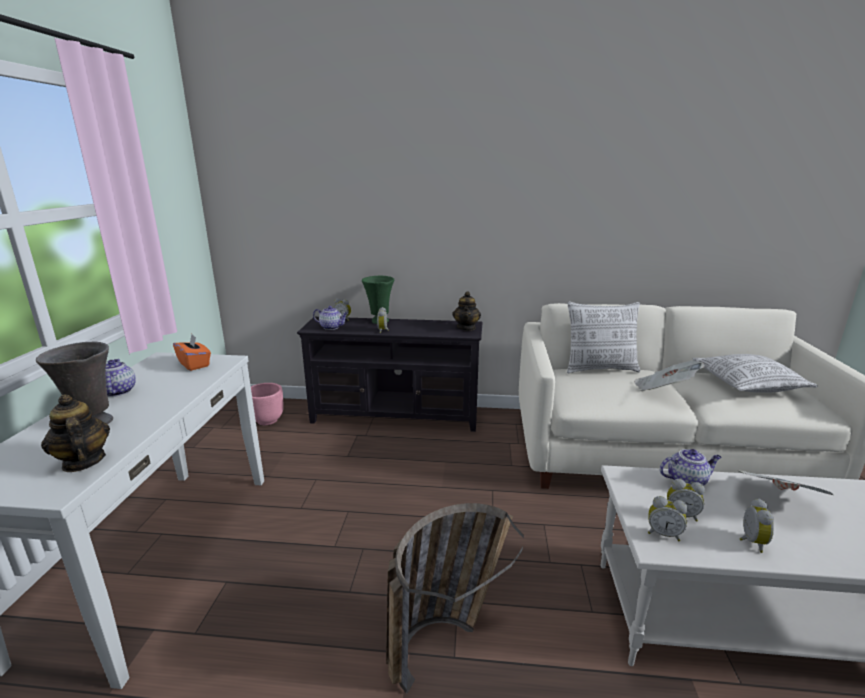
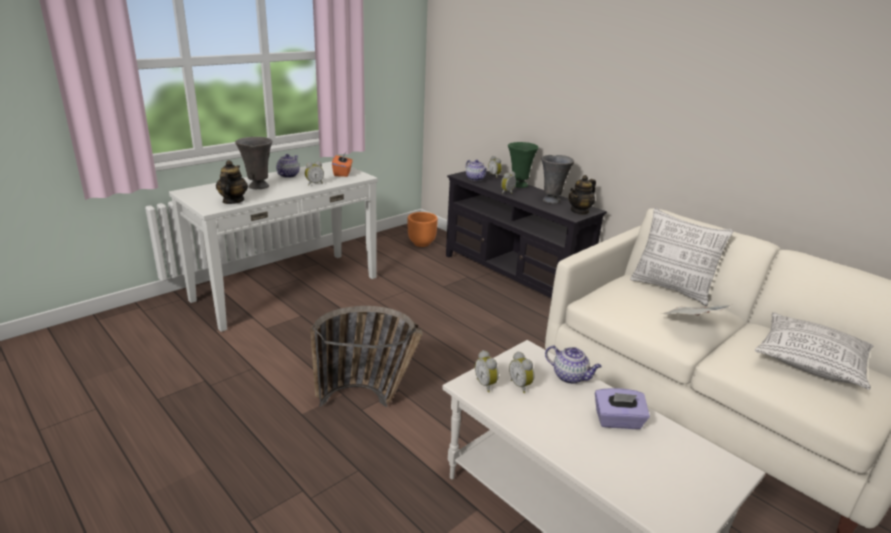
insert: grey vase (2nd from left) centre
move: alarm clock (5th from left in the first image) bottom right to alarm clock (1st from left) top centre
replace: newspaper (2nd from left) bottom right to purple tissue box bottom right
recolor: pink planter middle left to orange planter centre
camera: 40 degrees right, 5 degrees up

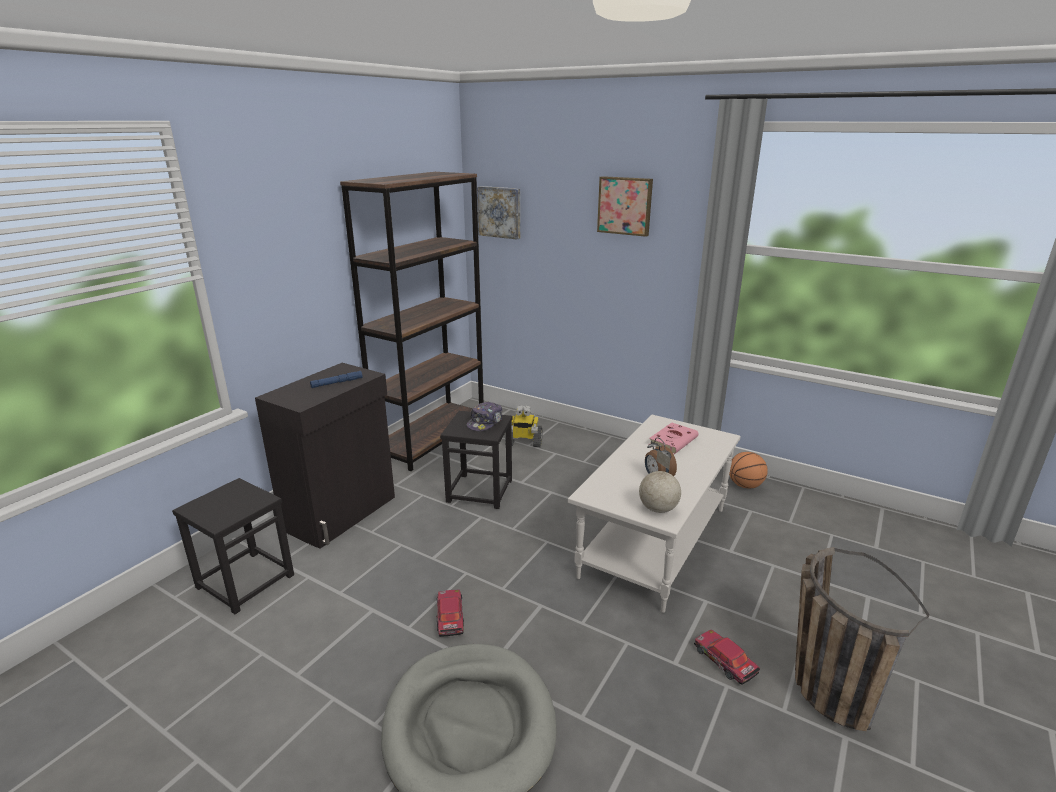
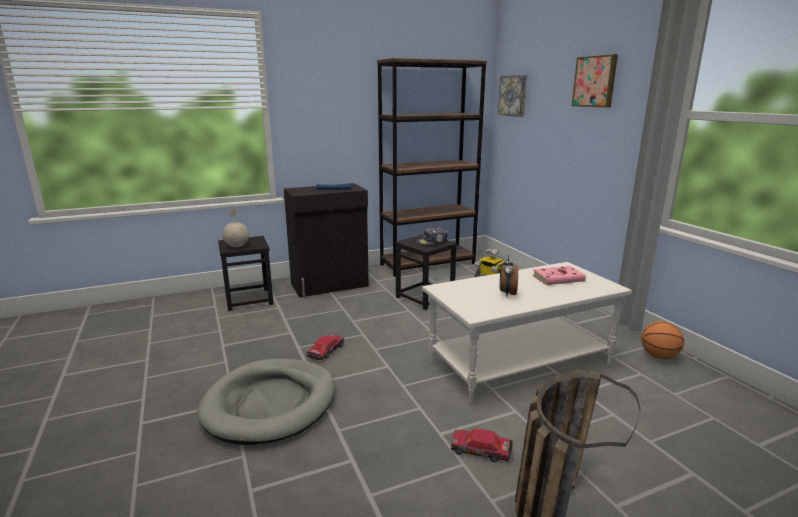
move: globe centre to middle left
rotate: toy car (2nd from left) bottom right = bottom centre 75 degrees counterclockwise
camera: 35 degrees right, 5 degrees down

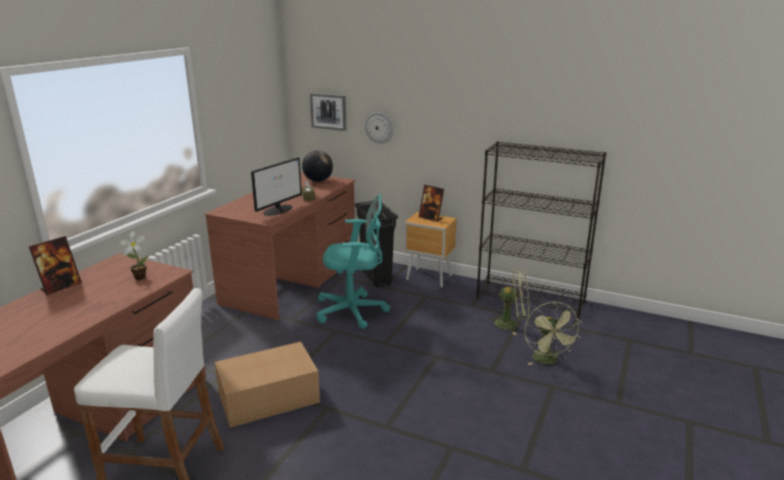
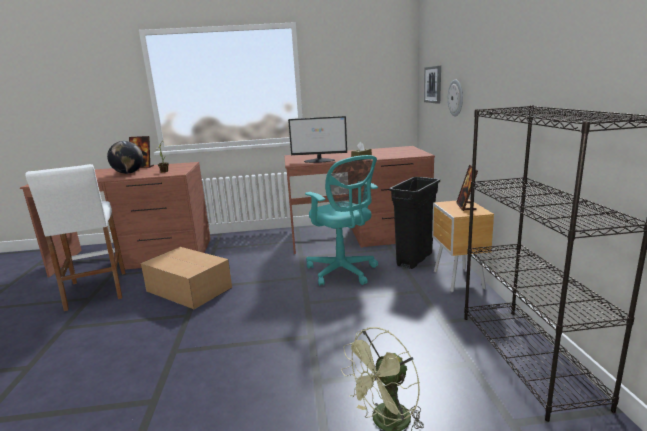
delete: green fan (1st from left) centre
move: globe centre to middle left
camera: 60 degrees right, 5 degrees down

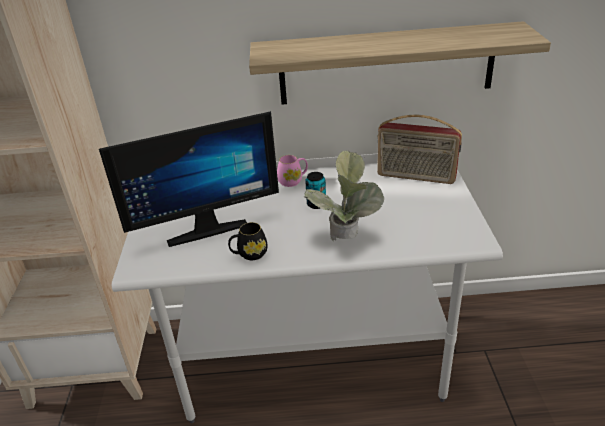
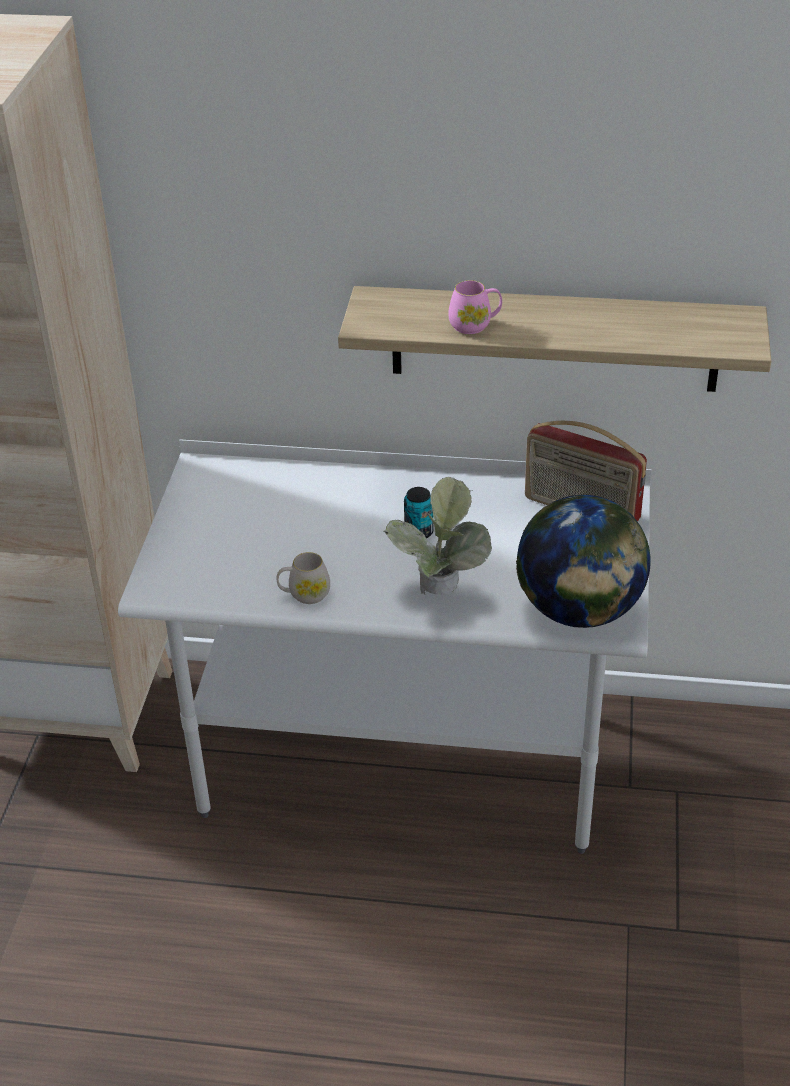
delete: monitor middle left
insert: globe middle right
move: pink mug centre to top centre
recolor: black mug centre to white mug centre
camera: 10 degrees right, 5 degrees up

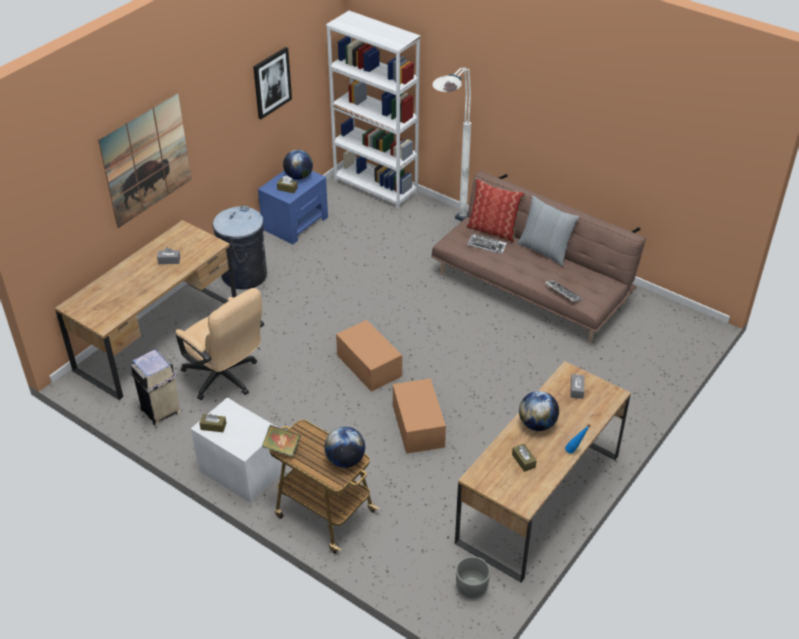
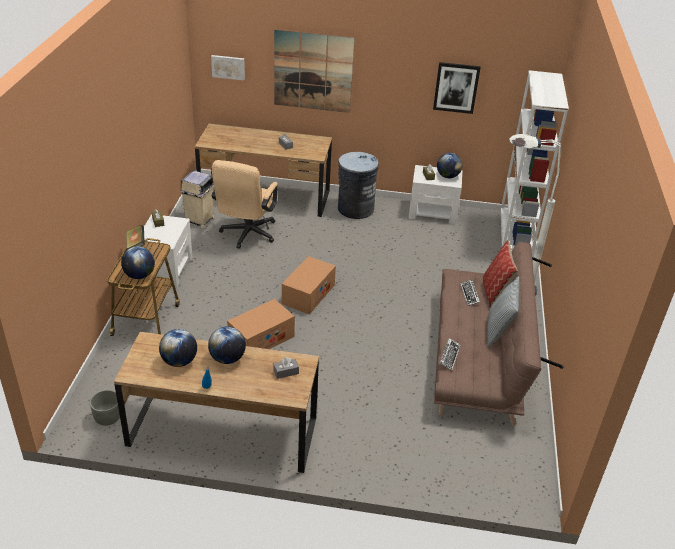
insert: picture (1st from left) top centre
replace: brown tissue box (3rd from left) bottom centre to globe (2nd from left) middle left
recolor: blue nightstand top centre to white nightstand (2nd from left) centre
camera: 60 degrees right, 5 degrees down

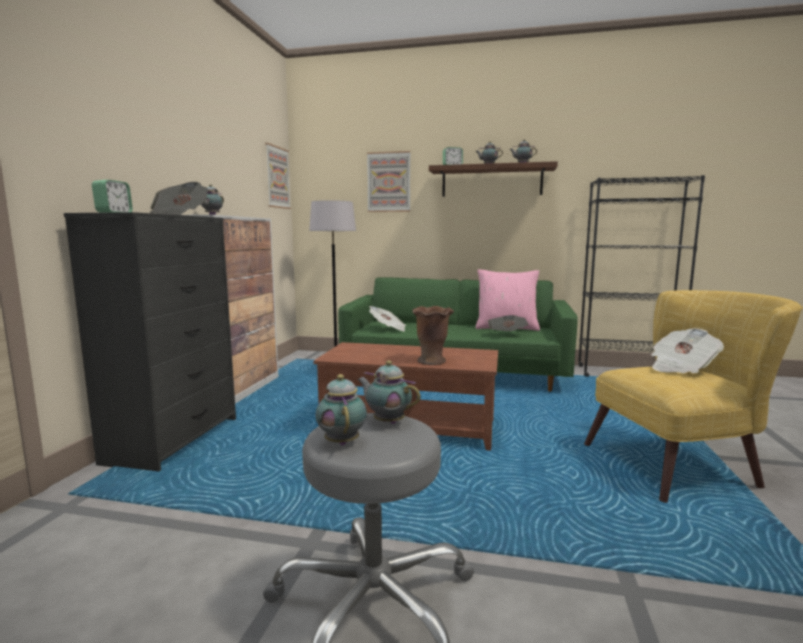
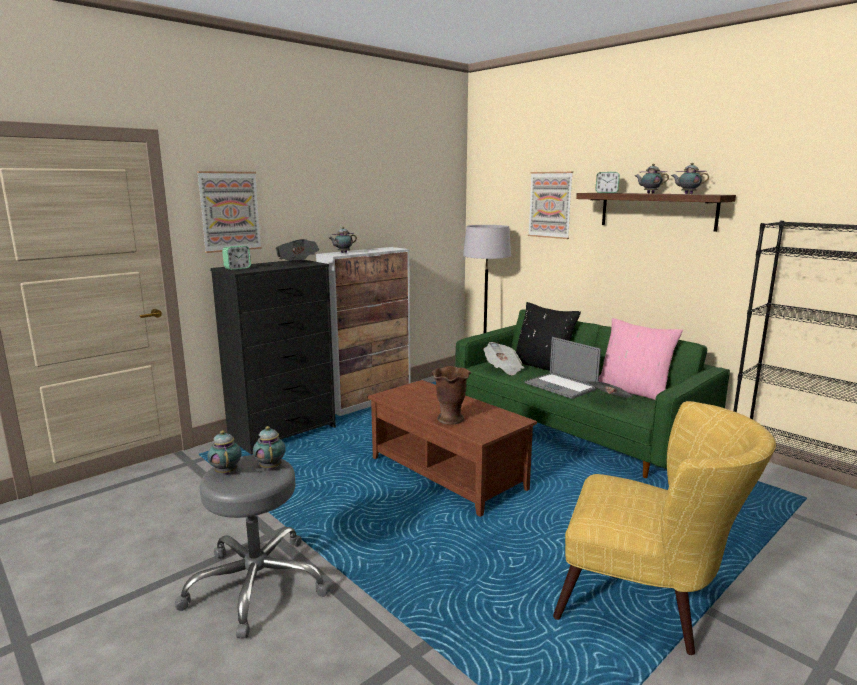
delete: newspaper (4th from left) middle right
insert: black pillow centre; laptop centre
move: picture (1st from left) top centre to top left
rotate: teapot (2nd from left in the first image) centre = middle left 45 degrees counterclockwise
camera: 35 degrees right, 5 degrees up

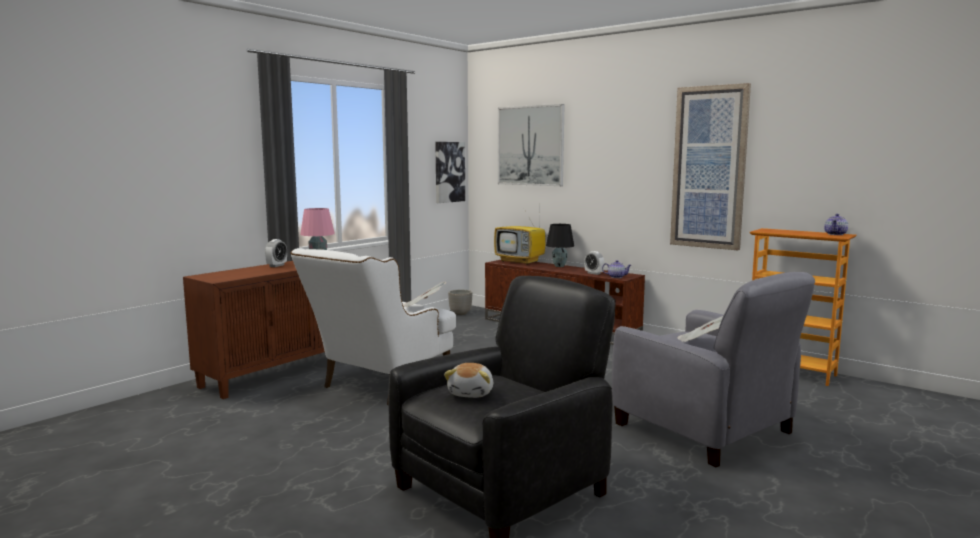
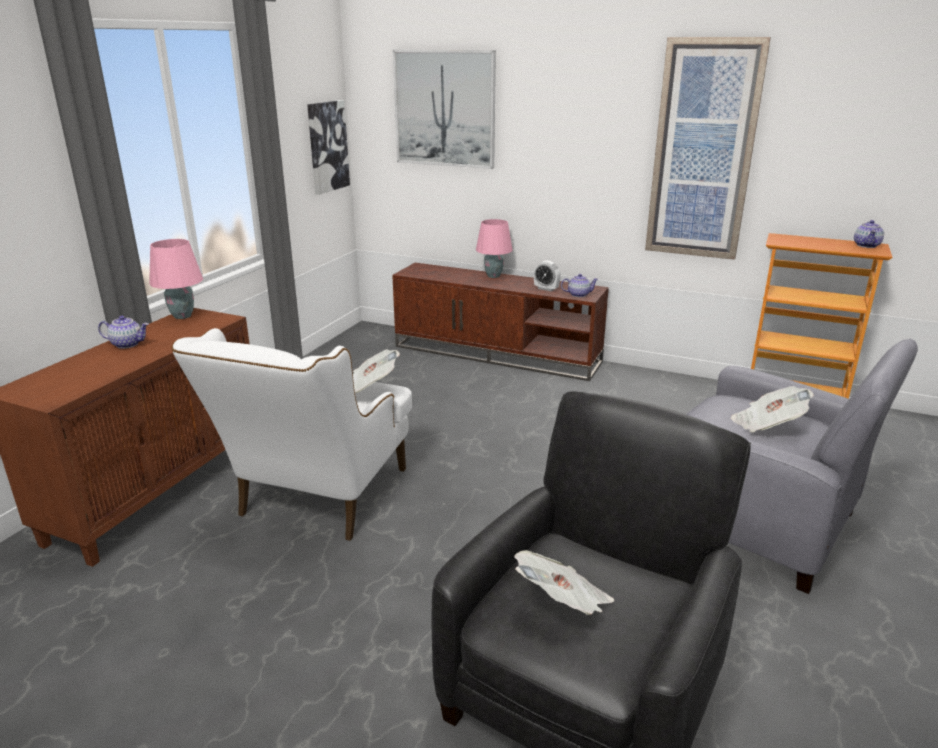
delete: planter centre; television centre
replace: alarm clock (1st from left) middle left to teapot (1st from left) middle left; plush toy bottom centre to newspaper (2nd from left) bottom centre
recolor: black table lamp centre to pink table lamp (2nd from left) top centre
camera: 15 degrees left, 15 degrees up

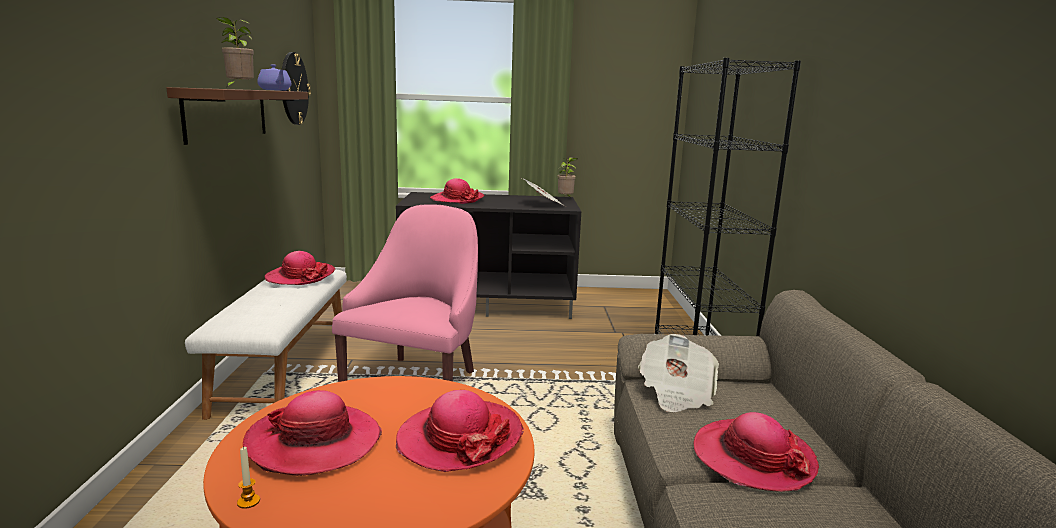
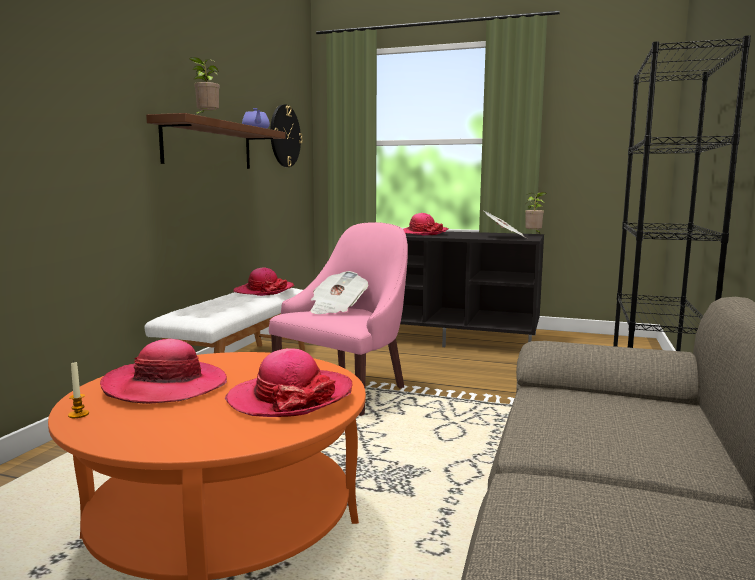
delete: hat (5th from left) bottom right
move: newspaper (2nd from left in the first image) bottom centre to newspaper (1st from left) centre
camera: 20 degrees right, 5 degrees down

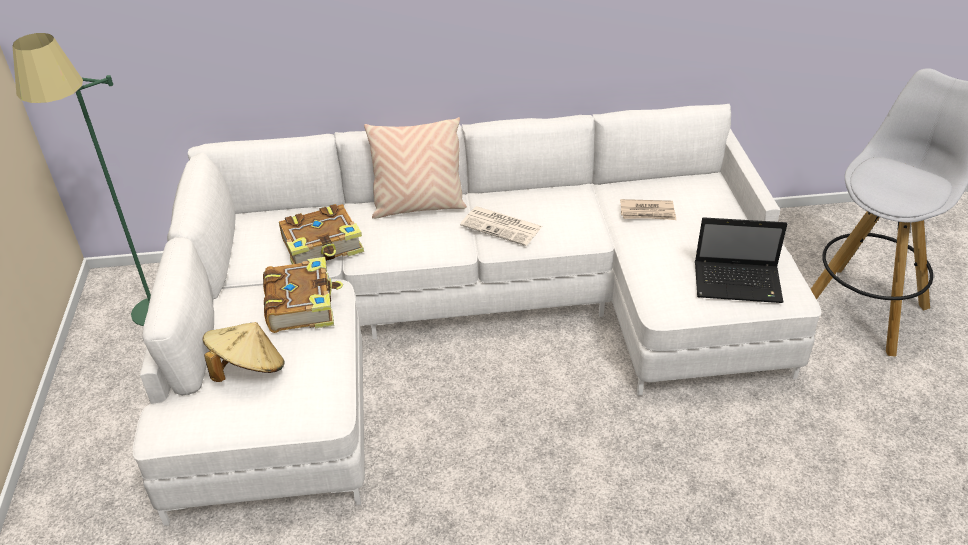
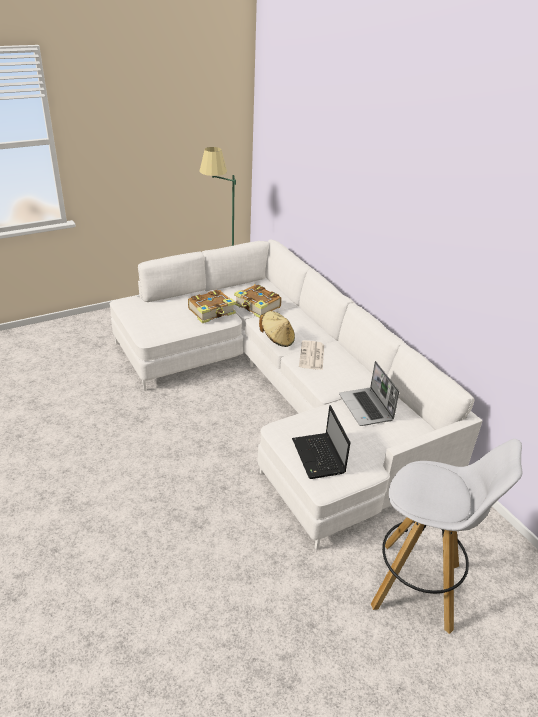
delete: beige pillow top centre
move: beige hat middle left to centre
replace: newspaper (2nd from left) middle right to laptop (2nd from left) middle right
camera: 65 degrees right, 5 degrees down

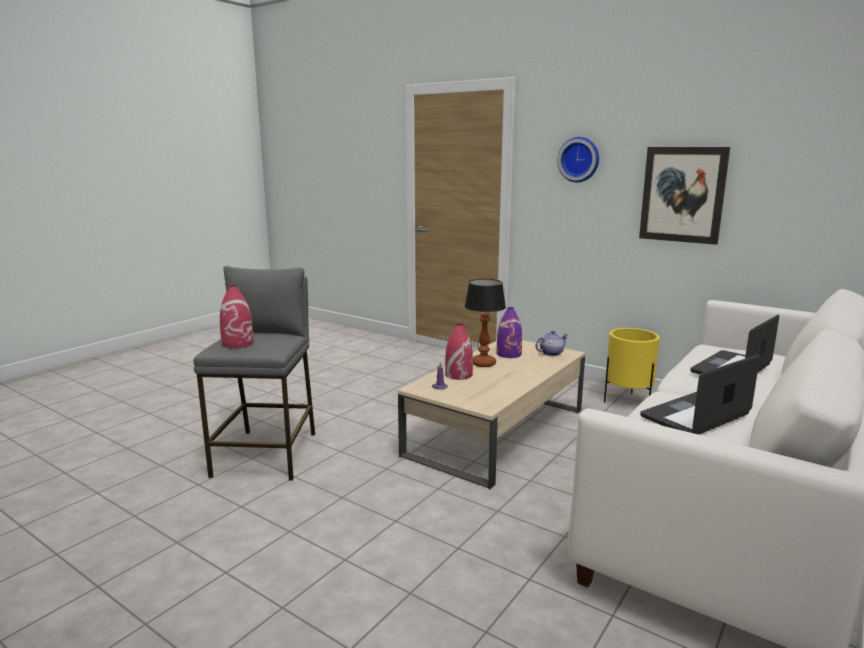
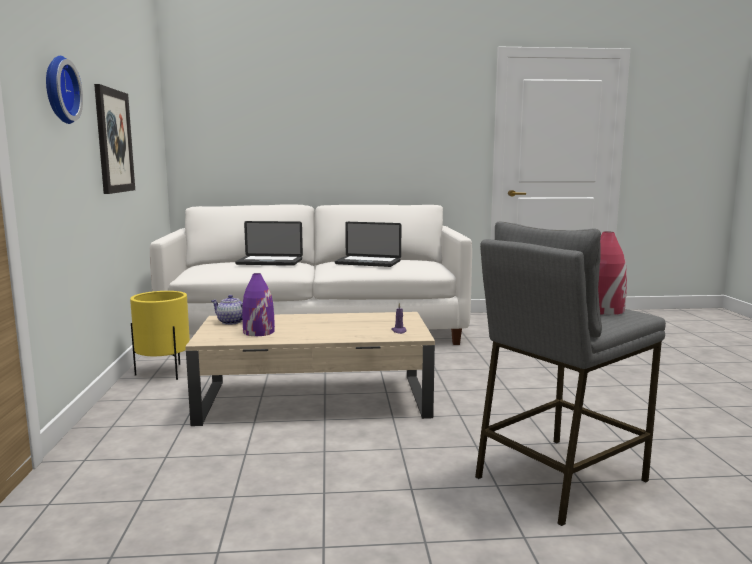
delete: red vase (2nd from left) centre; table lamp centre
camera: 130 degrees left, 5 degrees down

